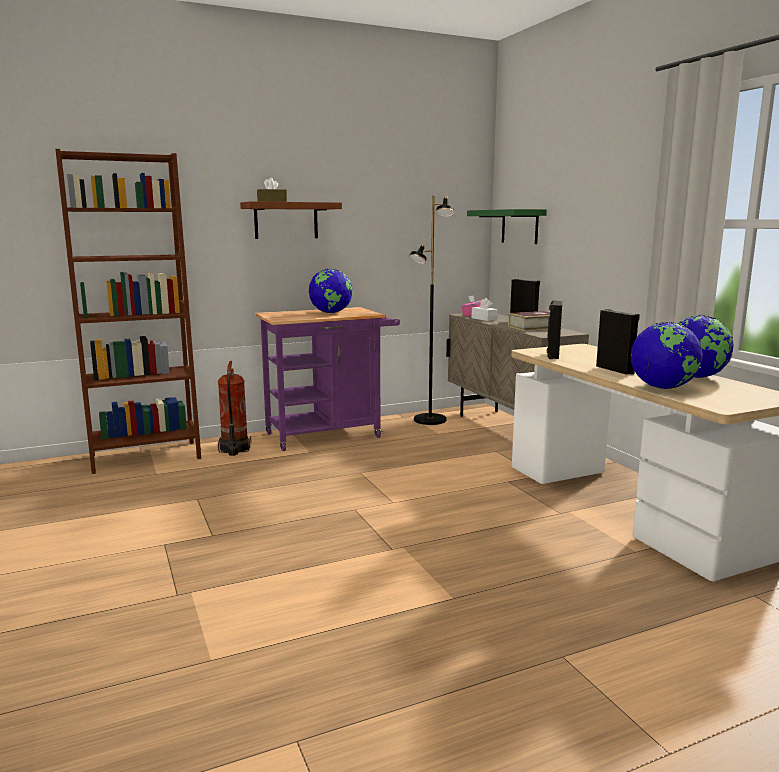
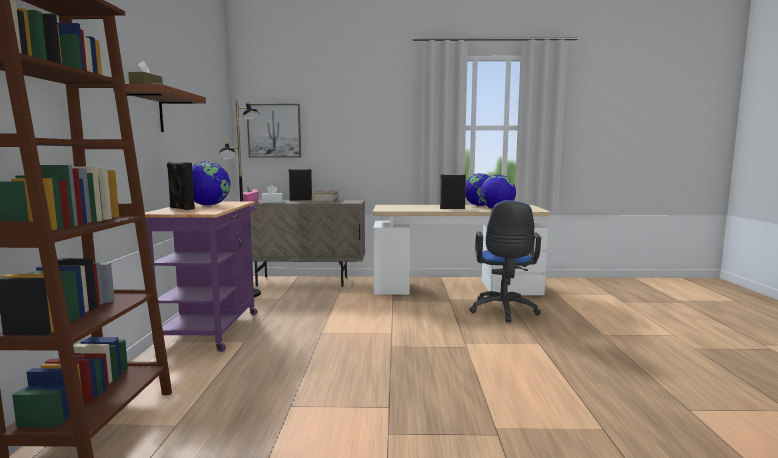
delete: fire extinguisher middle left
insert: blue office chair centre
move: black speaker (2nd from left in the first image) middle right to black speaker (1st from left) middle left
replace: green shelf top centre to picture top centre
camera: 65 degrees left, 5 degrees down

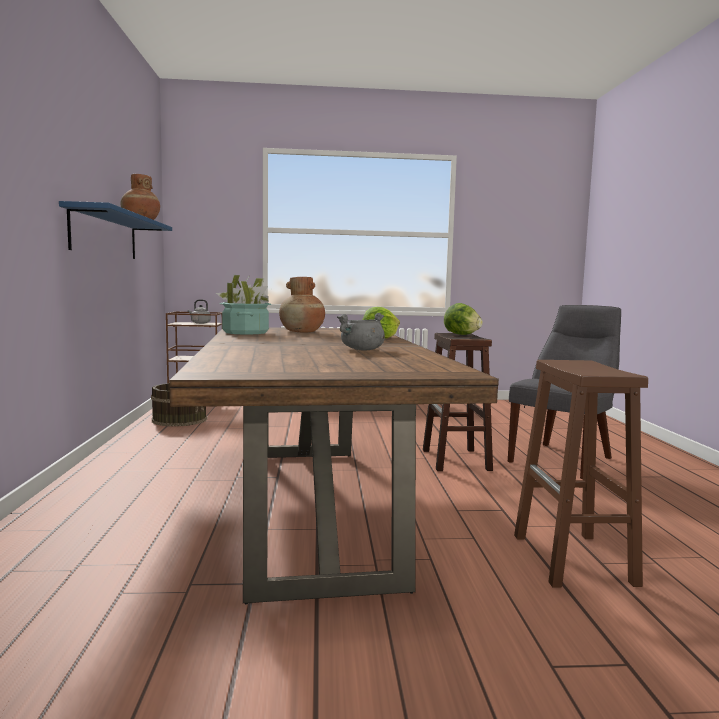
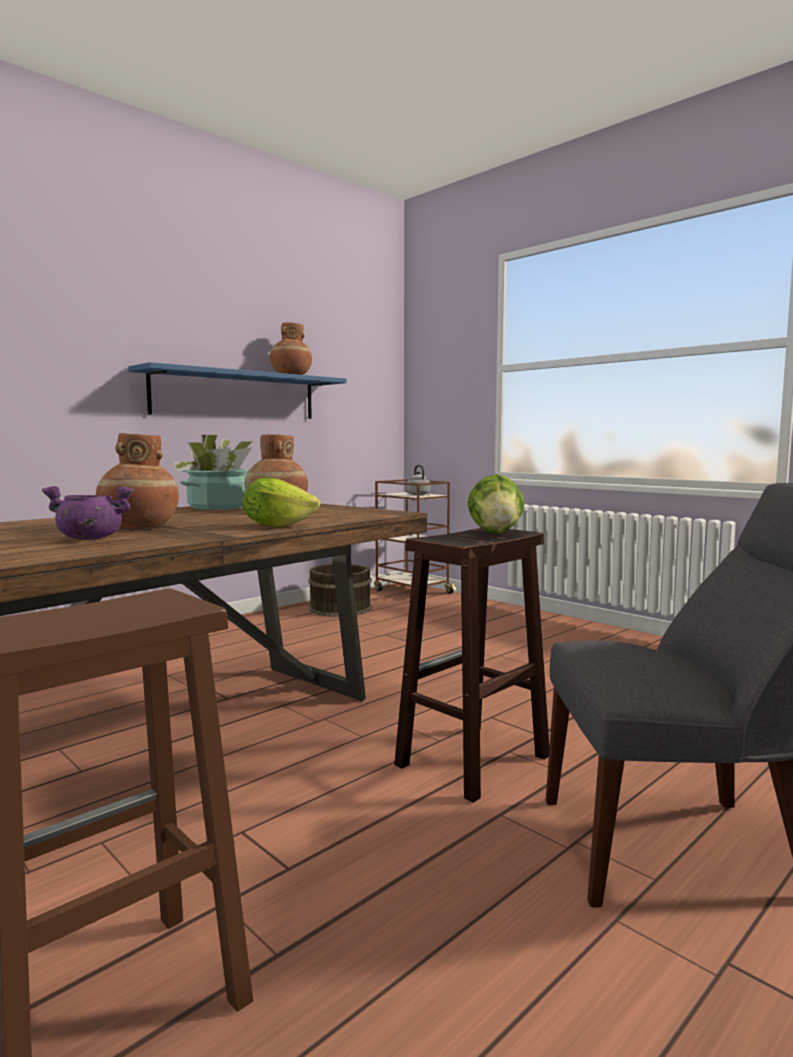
insert: brown vase (1st from left) middle left
recolor: grey cooking pot centre to purple cooking pot middle left
camera: 50 degrees right, 0 degrees up

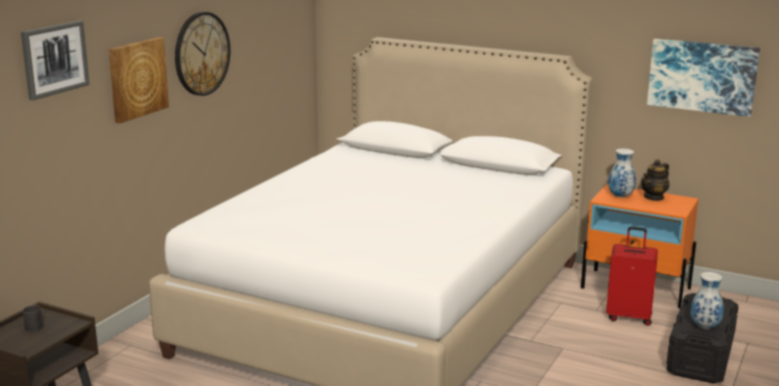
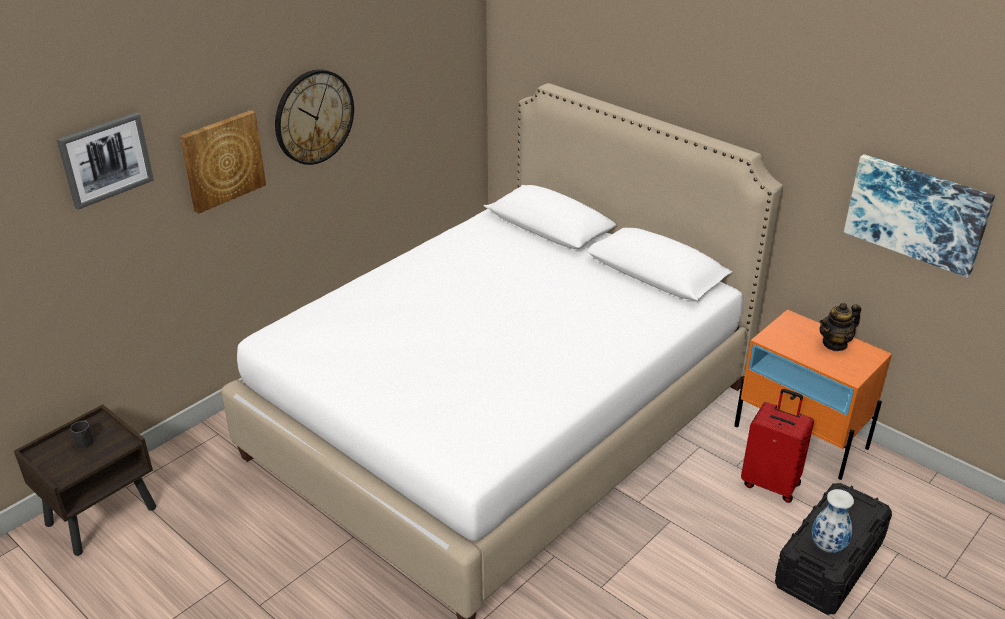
delete: vase (1st from left) middle right
camera: 15 degrees right, 15 degrees up

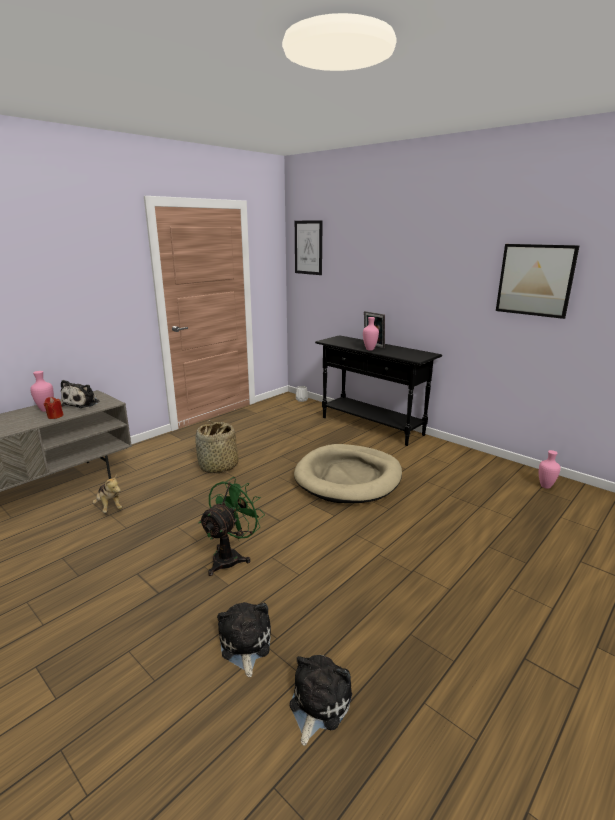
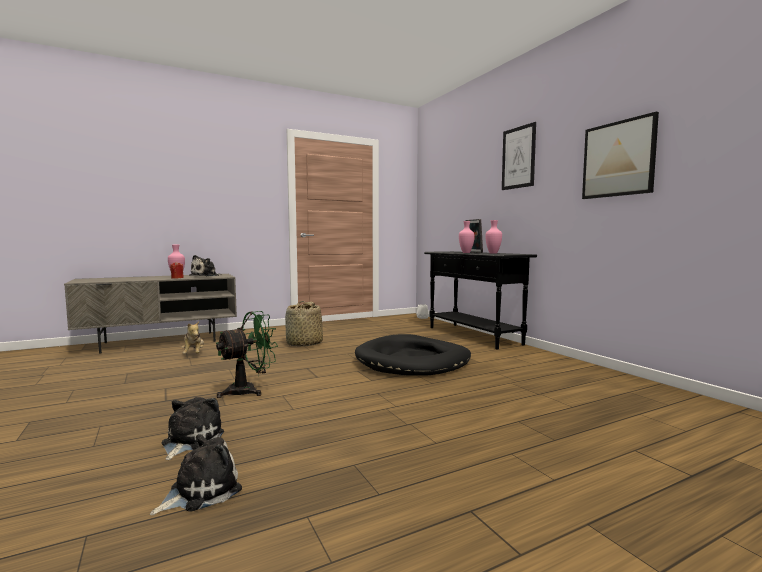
move: picture (1st from left) top centre to top right; pink vase (3rd from left) middle right to centre
recolor: beige dog bed centre to black dog bed centre
camera: 20 degrees right, 15 degrees down

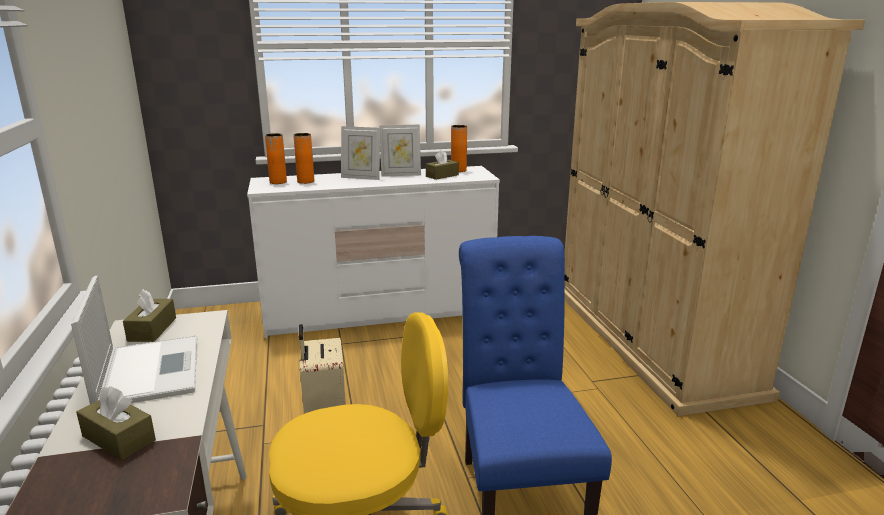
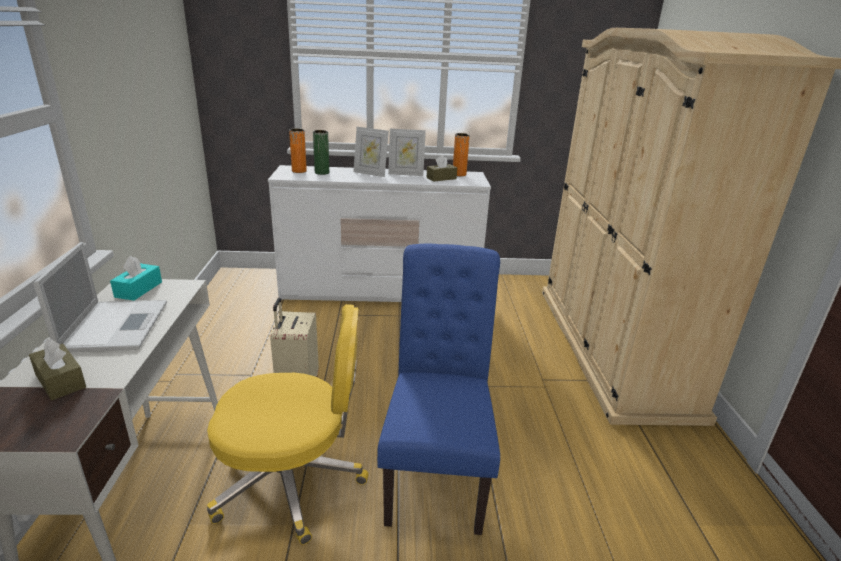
recolor: brown tissue box (2nd from left) middle left to turquoise tissue box middle left; orange vase (2nd from left) top centre to green vase top centre
camera: 10 degrees right, 5 degrees up

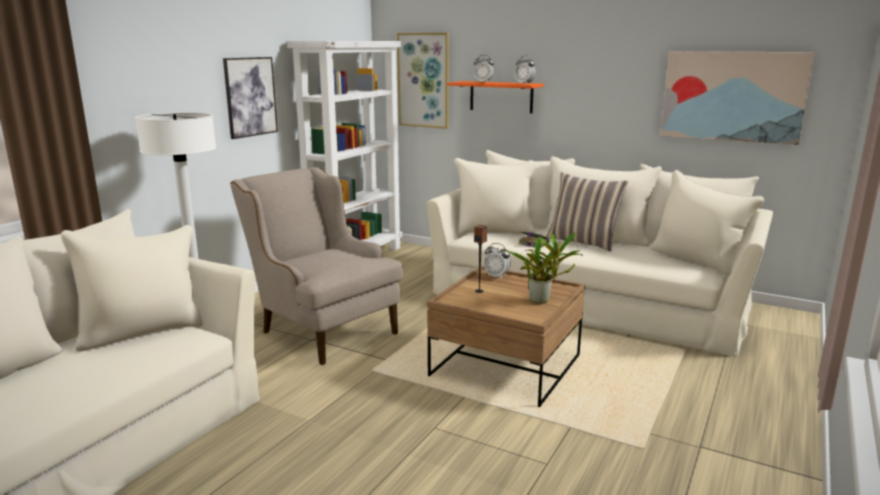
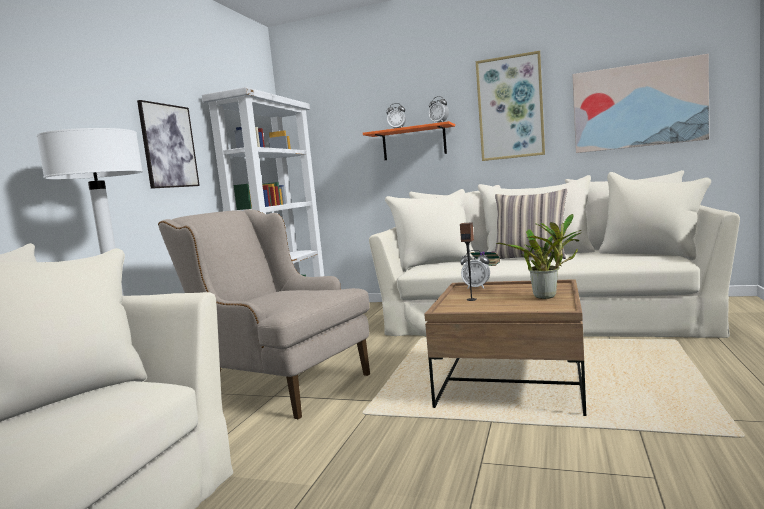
move: picture (2nd from left) top centre to top right
camera: 10 degrees left, 10 degrees down

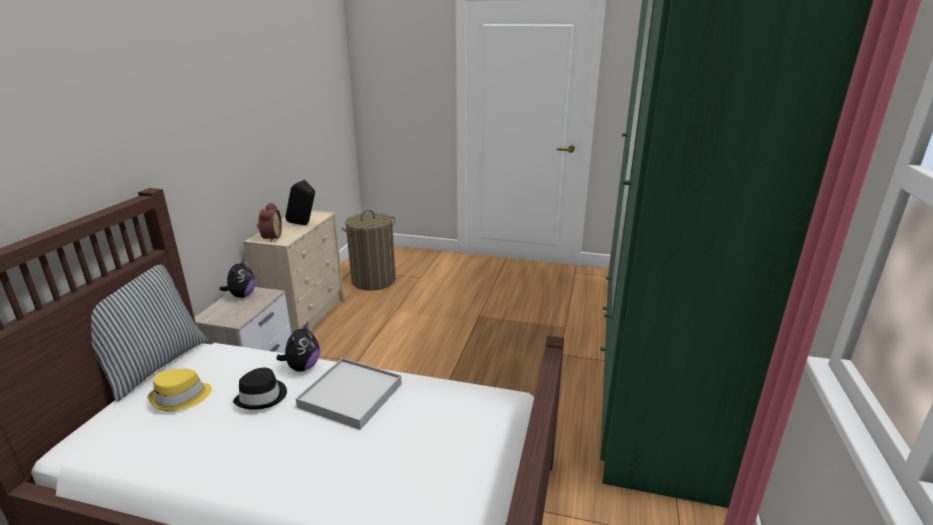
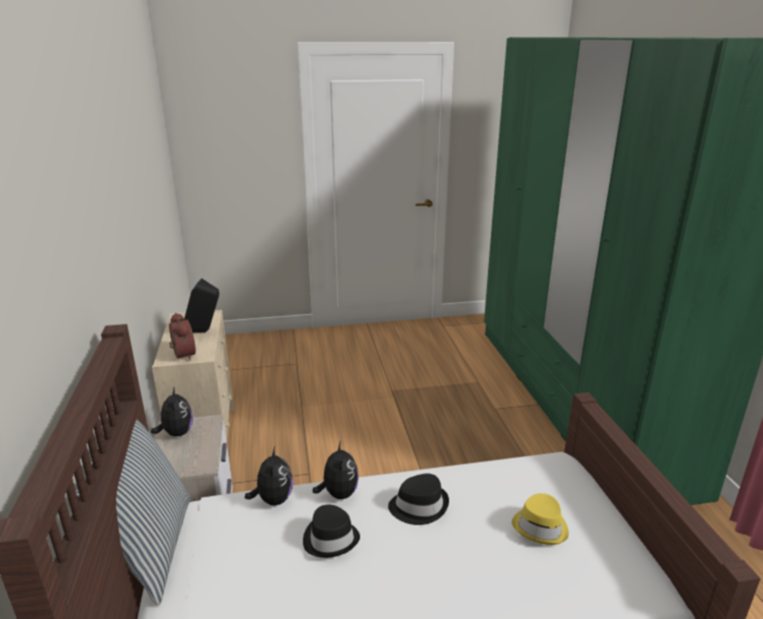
delete: laundry basket centre
insert: plush toy (2nd from left) bottom centre
move: yellow hat bottom left to bottom right
replace: white tray bottom centre to black hat (2nd from left) bottom centre
camera: 25 degrees left, 0 degrees up

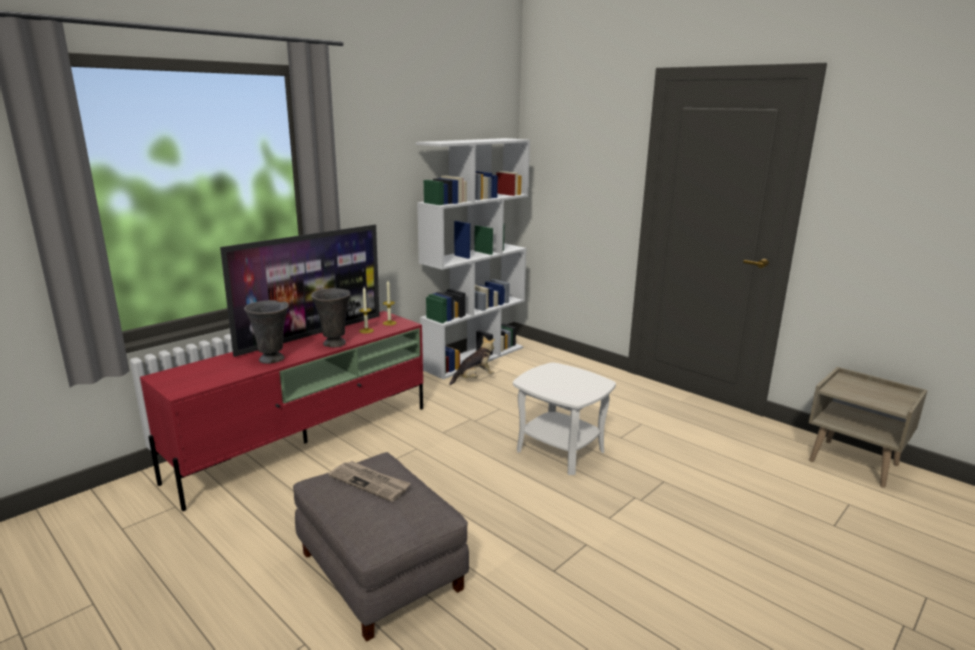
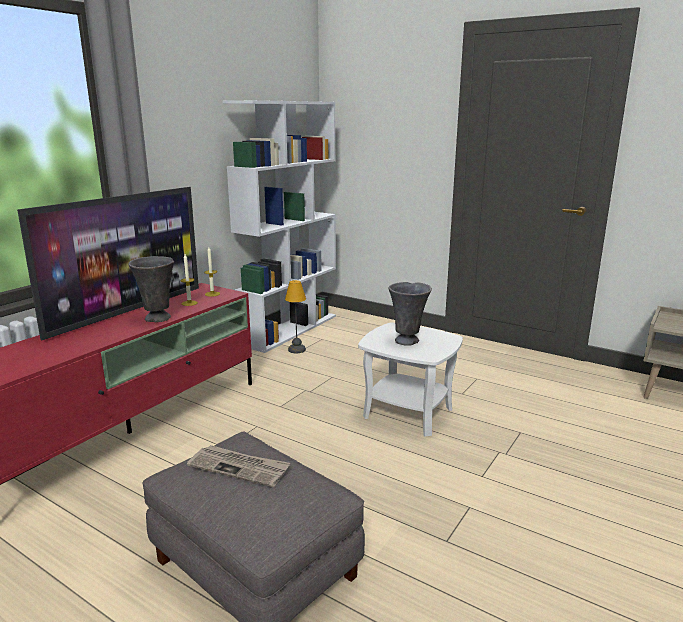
move: grey vase (1st from left in the first image) middle left to grey vase (2nd from left) centre
replace: plush toy centre to table lamp centre
camera: 10 degrees left, 0 degrees up

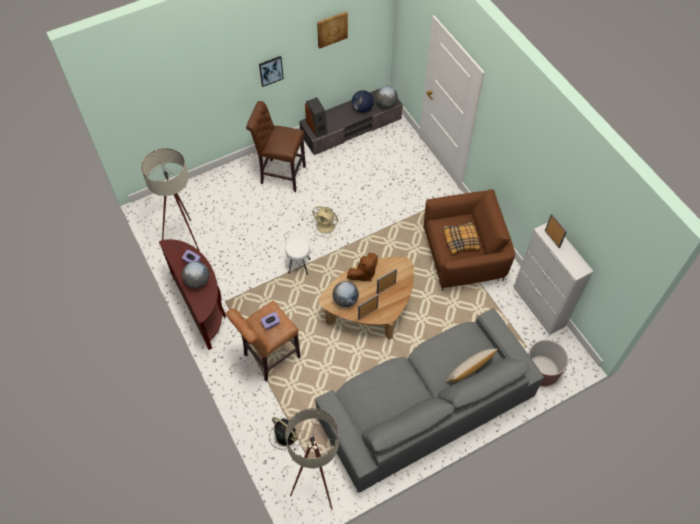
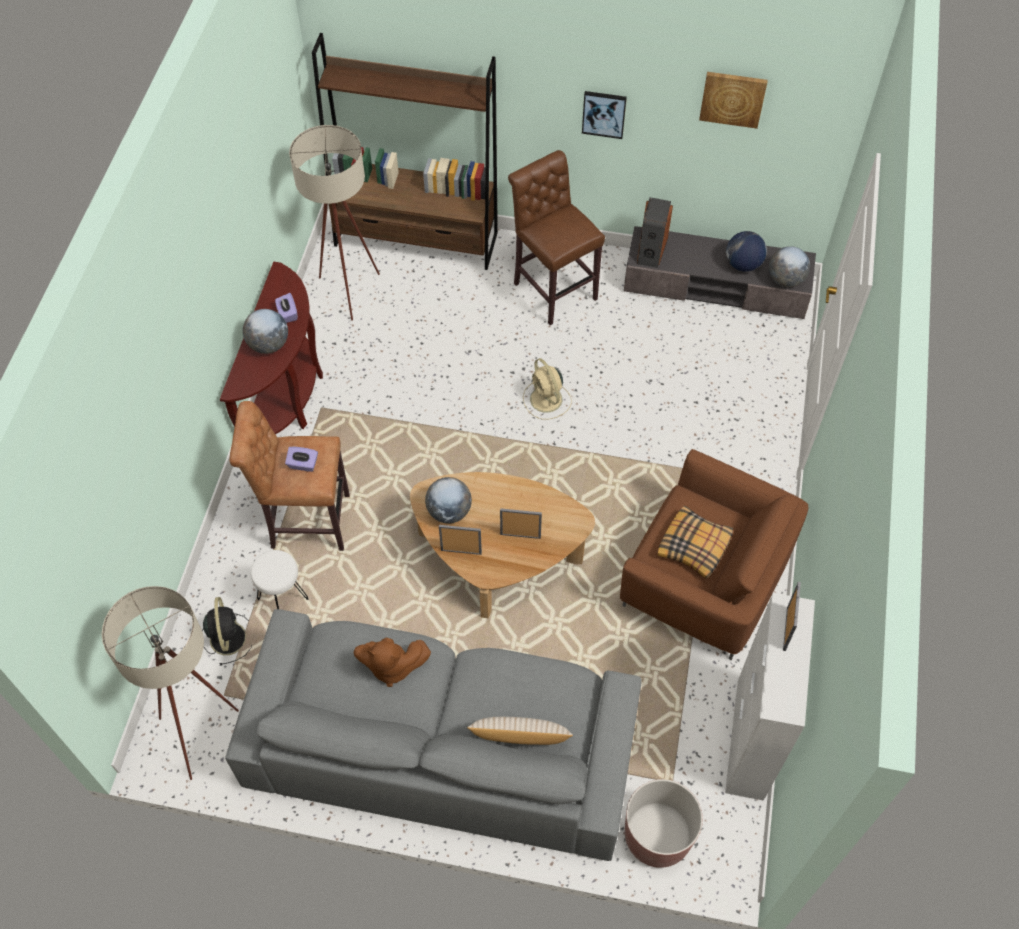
insert: brown bookcase top centre
move: white stool centre to middle left; brown plush toy centre to bottom centre
camera: 40 degrees right, 0 degrees up

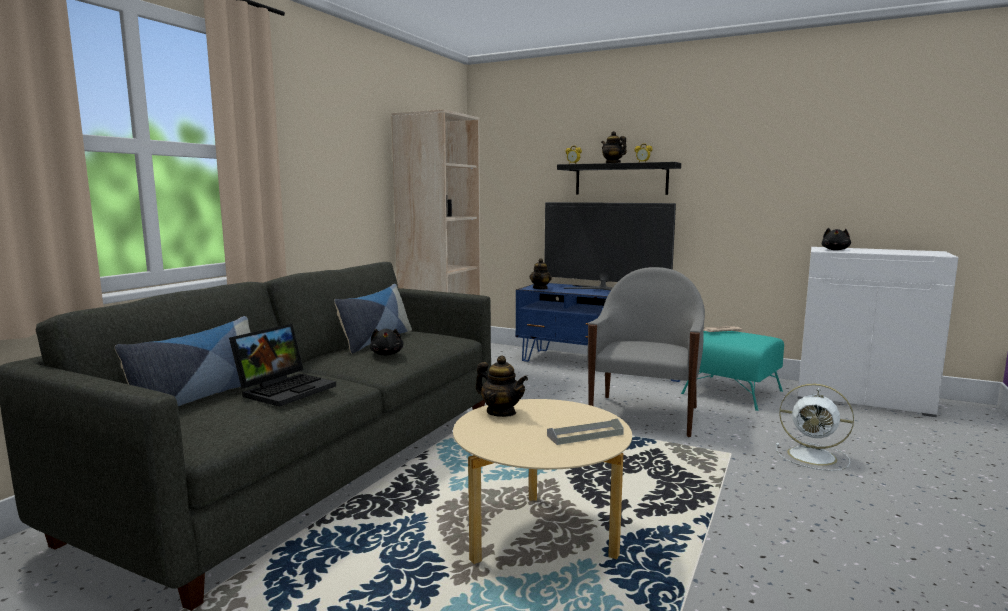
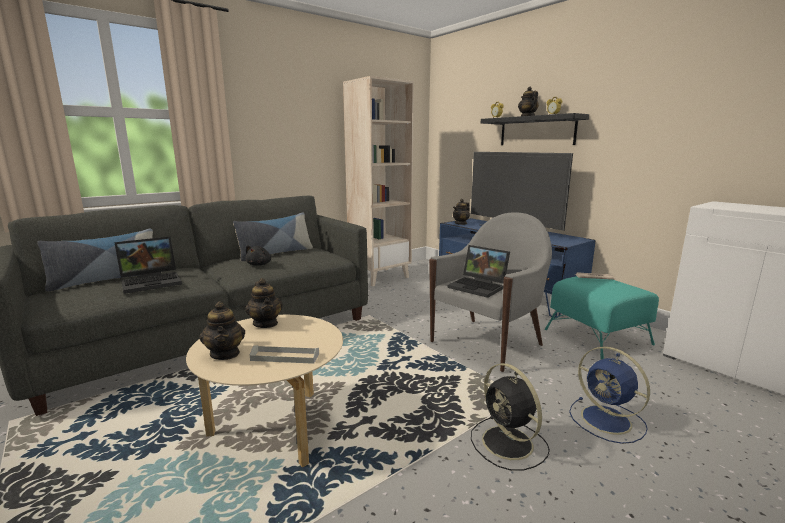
delete: black plush toy (2nd from left) middle right
insert: teapot (1st from left) middle left; laptop (2nd from left) centre; black fan bottom centre
recolor: white fan bottom right to blue fan bottom right
camera: 25 degrees right, 5 degrees up

